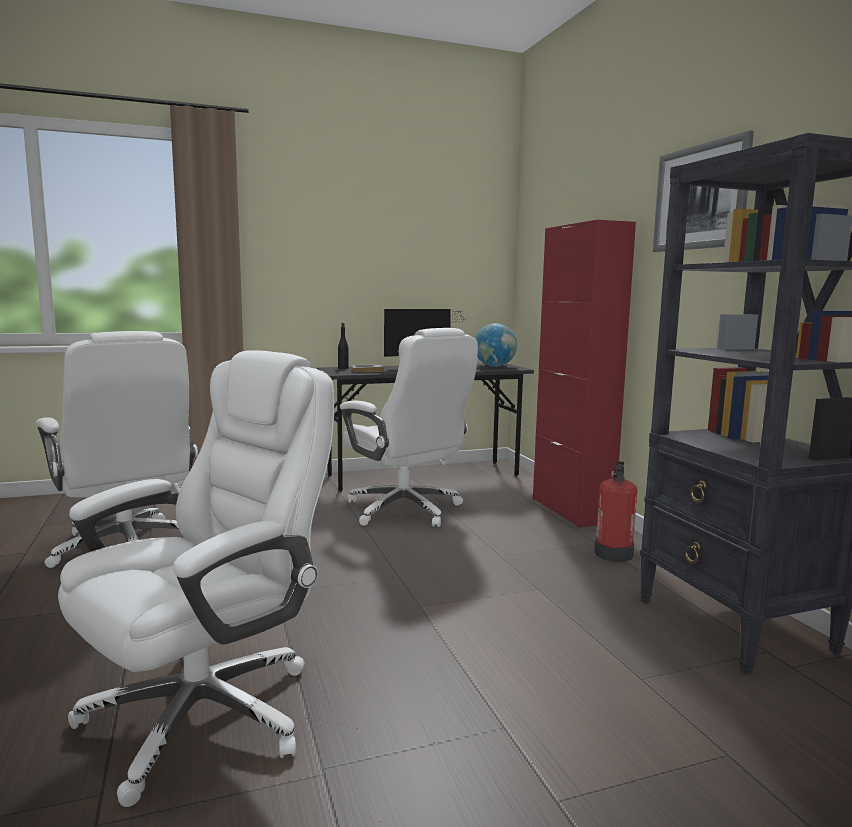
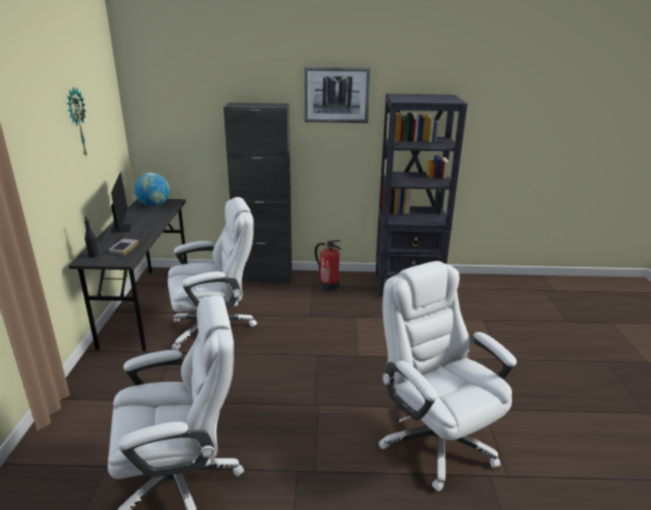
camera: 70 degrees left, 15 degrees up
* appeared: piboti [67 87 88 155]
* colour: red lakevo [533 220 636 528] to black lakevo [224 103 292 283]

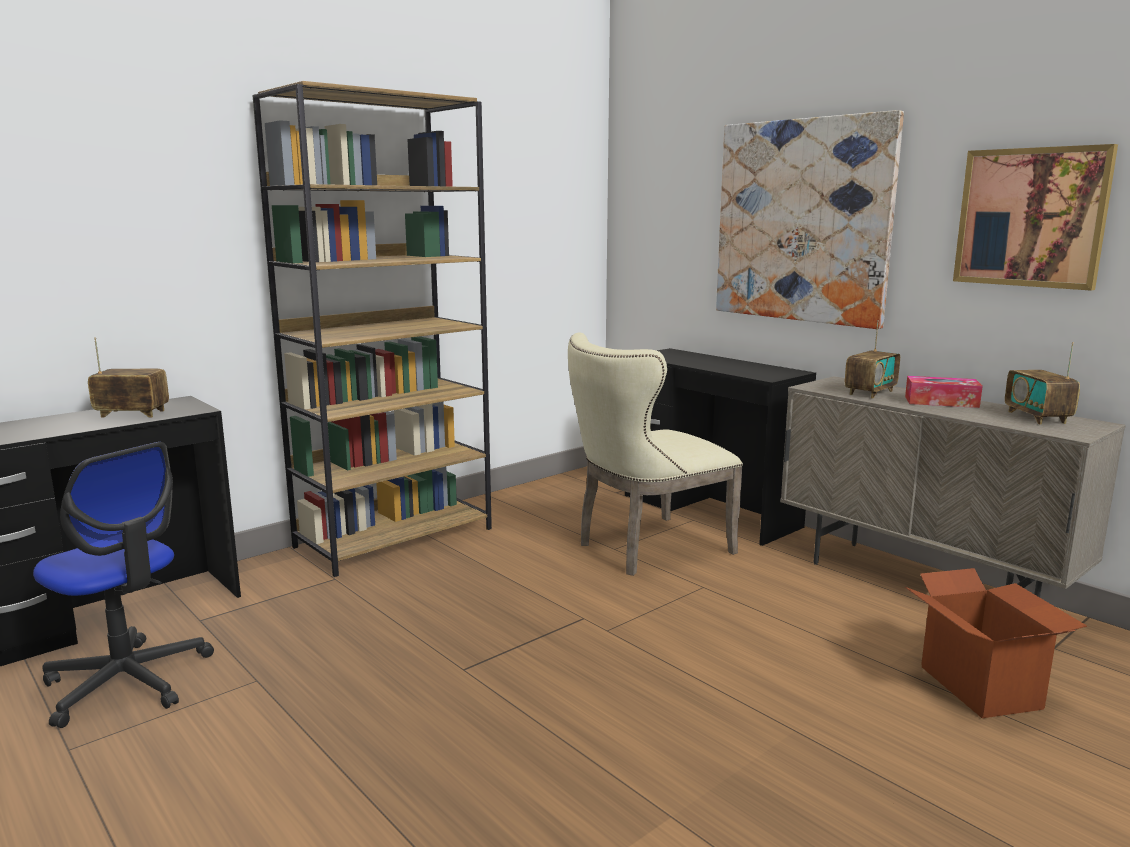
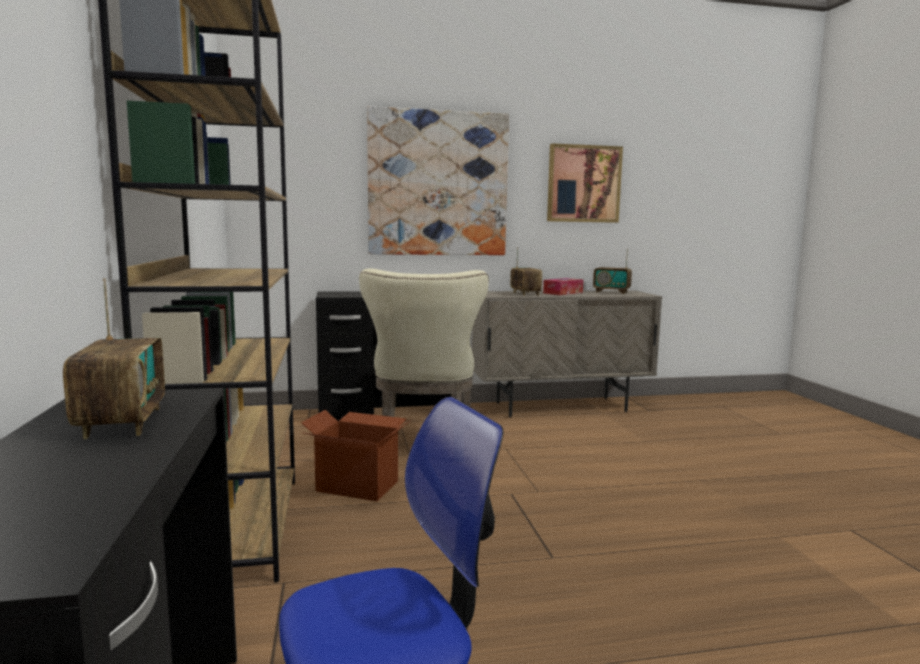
camera: 60 degrees left, 5 degrees down
* spun: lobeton [88 337 169 417] = [63 278 165 439] 135 degrees clockwise
* relocated: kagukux [905 568 1087 718] to [301 410 411 501]

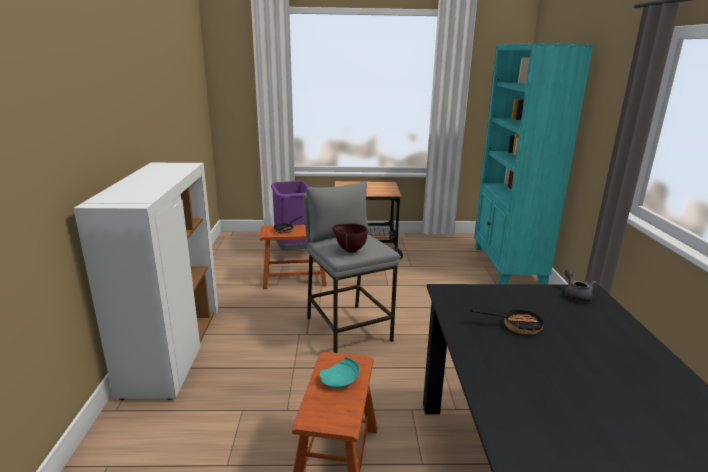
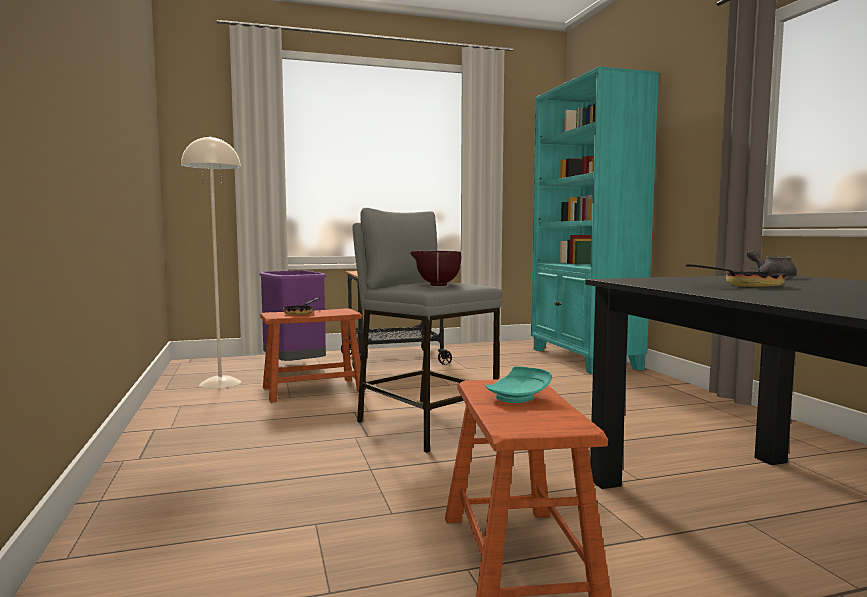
camera: 15 degrees left, 15 degrees down
* appeared: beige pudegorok [181 136 241 389]
* missing: white lakevo [73 163 218 400]

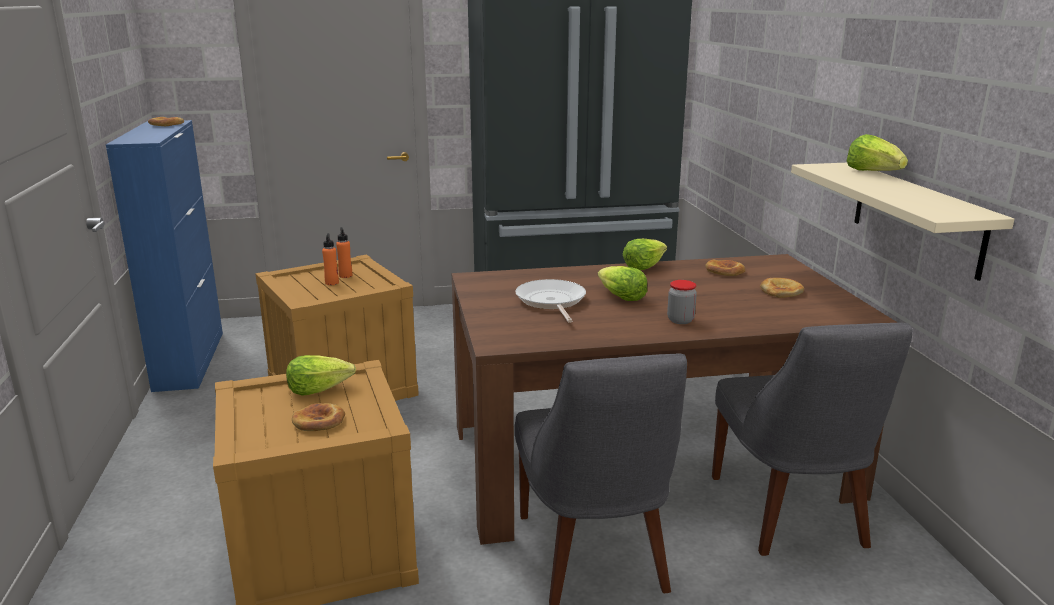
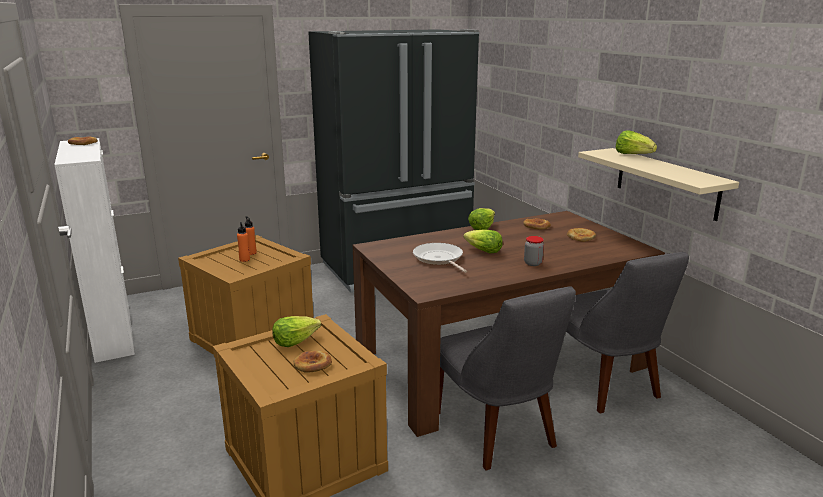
camera: 15 degrees left, 0 degrees up
* colour: blue lakevo [106 120 223 392] to white lakevo [54 138 135 363]

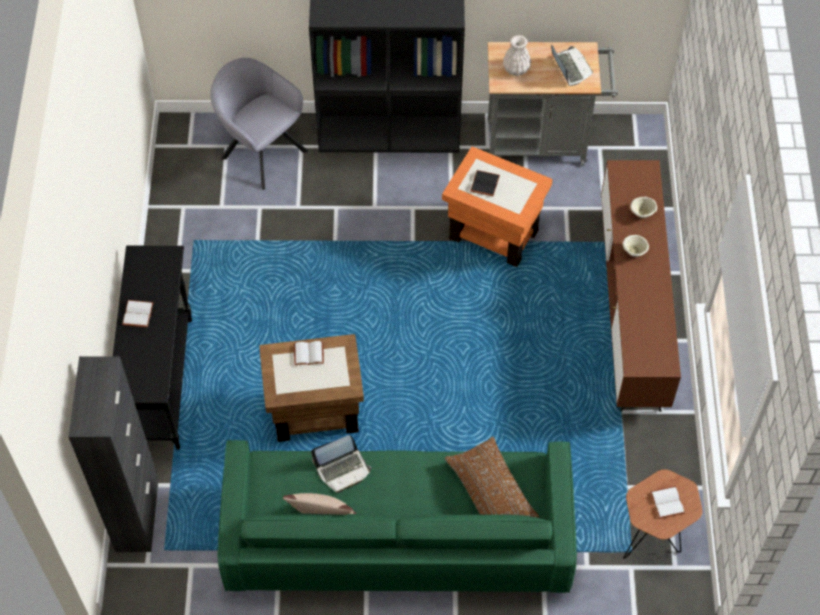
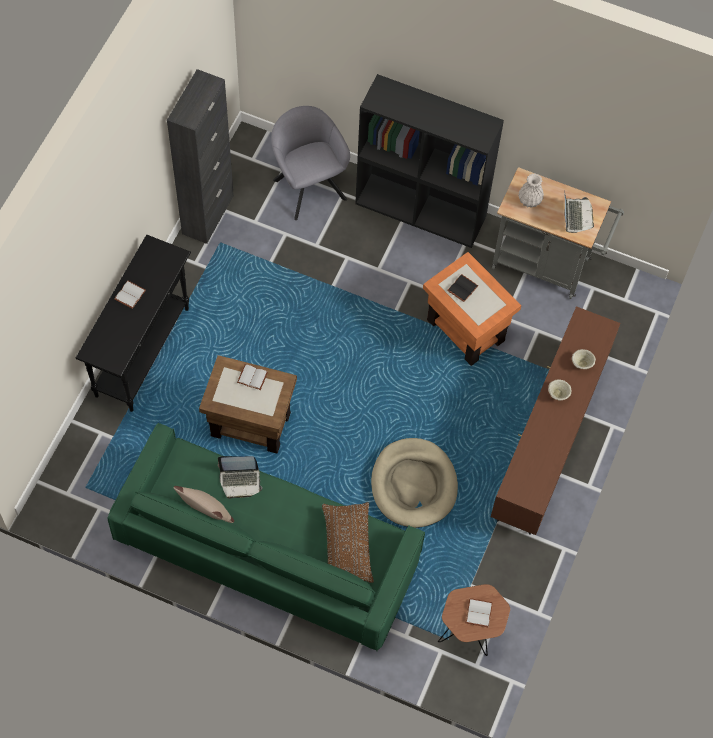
camera: 20 degrees right, 5 degrees up
* relocated: black lakevo [68 356 159 552] to [167 69 234 244]
* appeared: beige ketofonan [371 438 458 528]

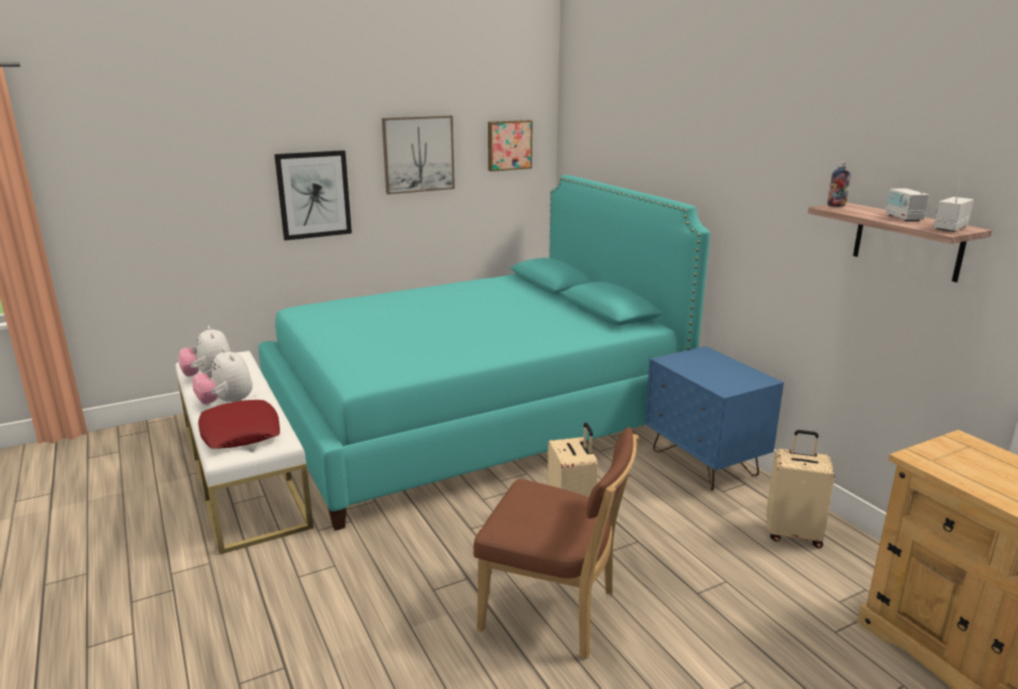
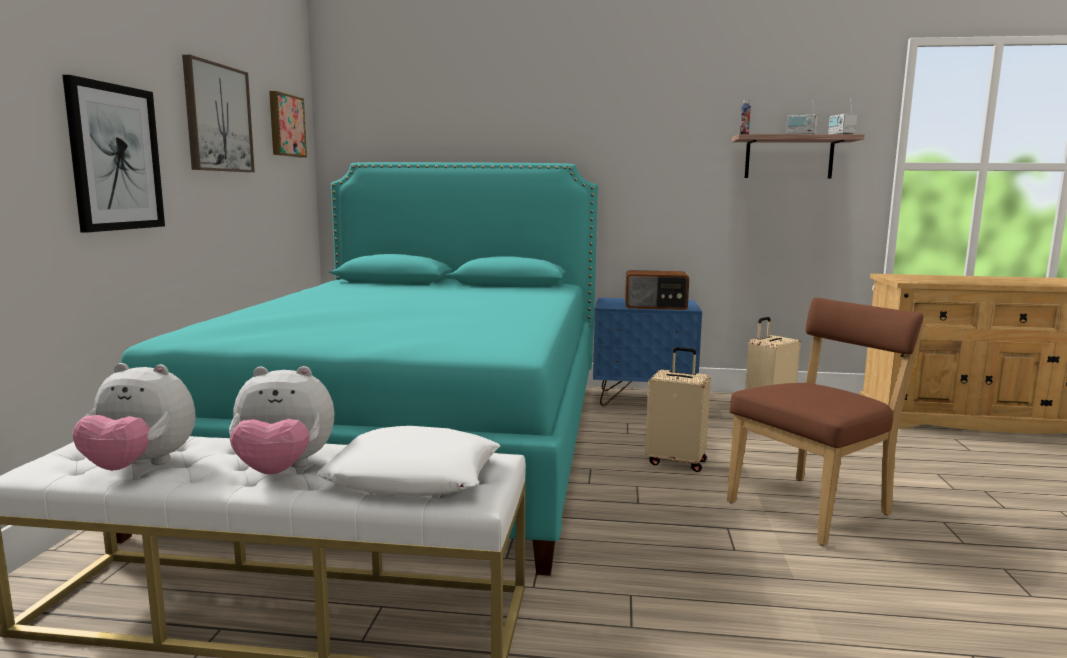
camera: 55 degrees left, 10 degrees down
* colour: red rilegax [198 400 280 449] to white rilegax [317 426 500 497]
* appeared: lobeton [625 270 689 310]

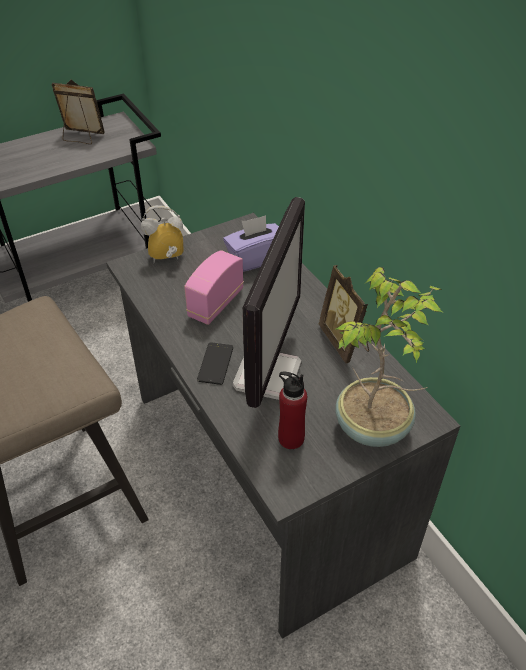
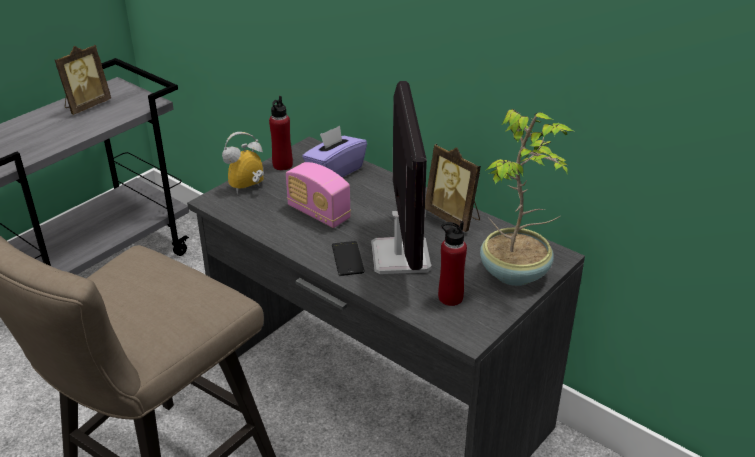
camera: 20 degrees left, 10 degrees down
* spun: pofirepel [51 80 105 144] = [54 45 111 115] 135 degrees clockwise
* appeared: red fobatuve [269 96 293 170]
* spun: lobeton [184 250 244 325] = [286 162 351 228] 60 degrees counterclockwise

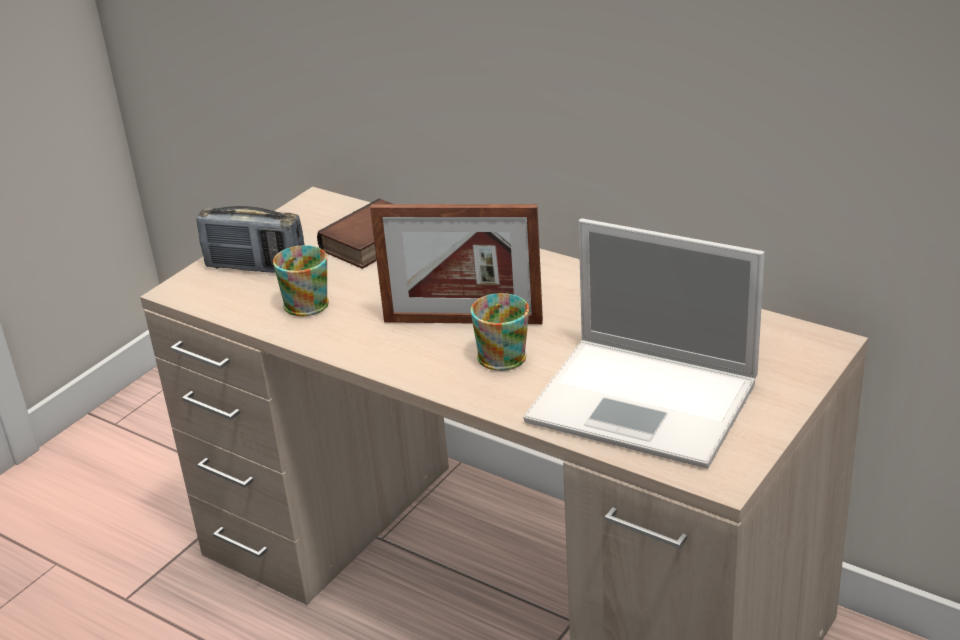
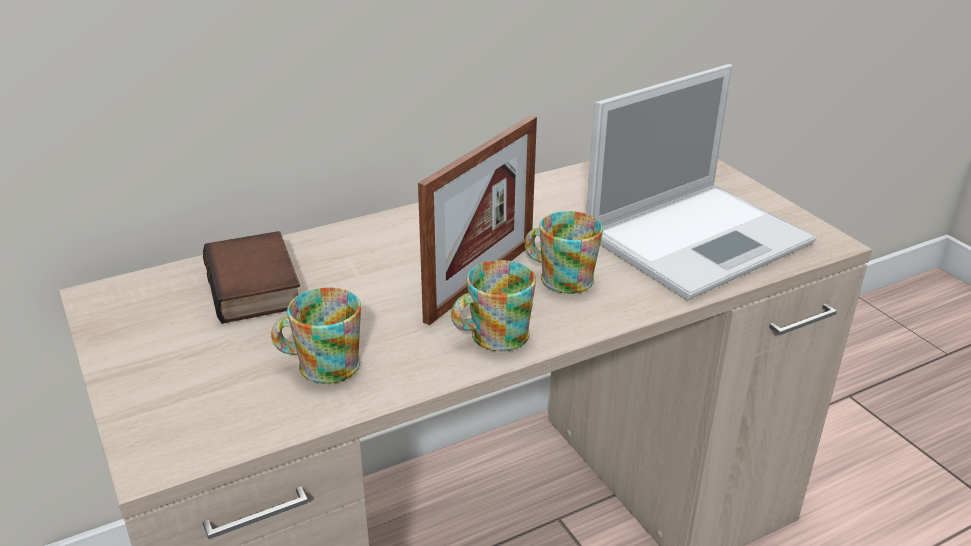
camera: 65 degrees left, 0 degrees up
* appeared: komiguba [451 260 536 351]
* missing: lobeton [196 206 305 273]

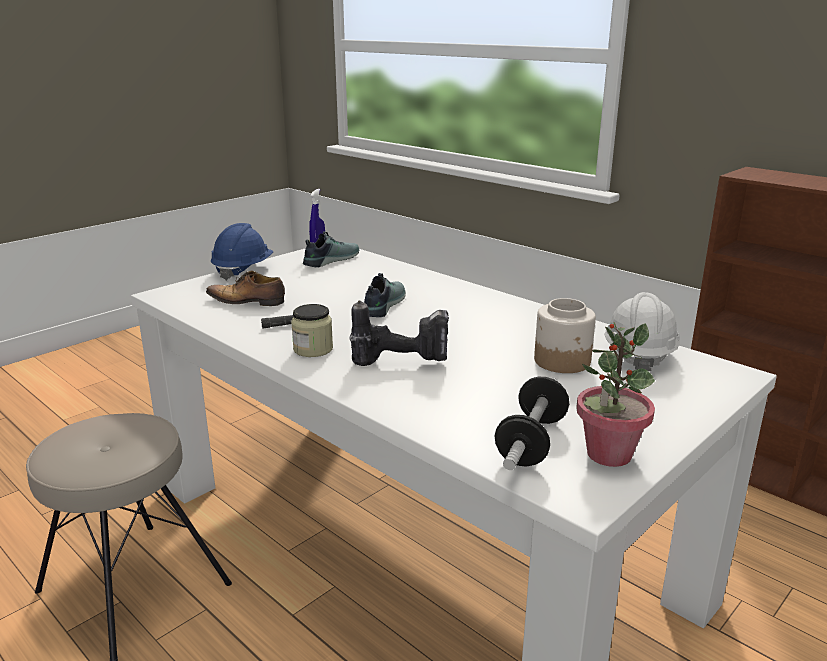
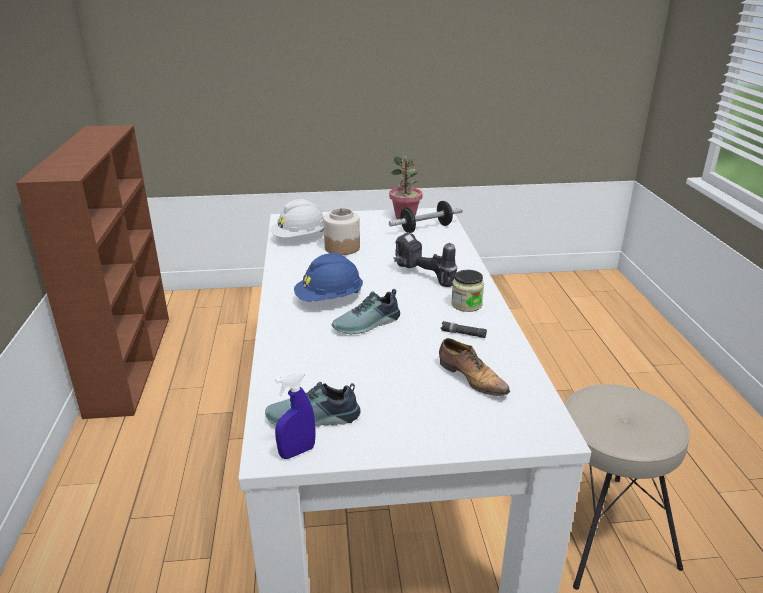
camera: 140 degrees left, 5 degrees up
* relocated: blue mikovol [211 223 274 281] to [294 253 363 302]

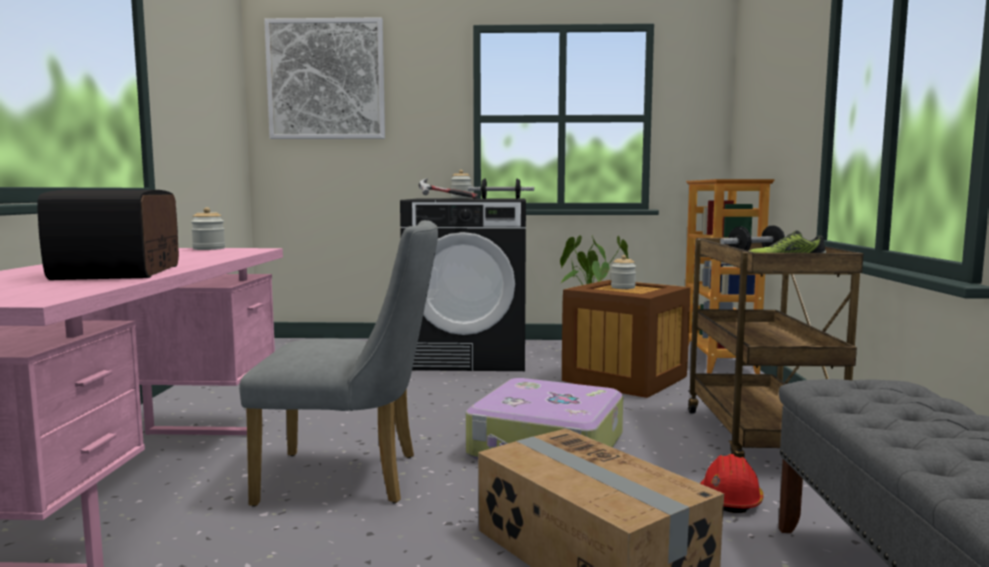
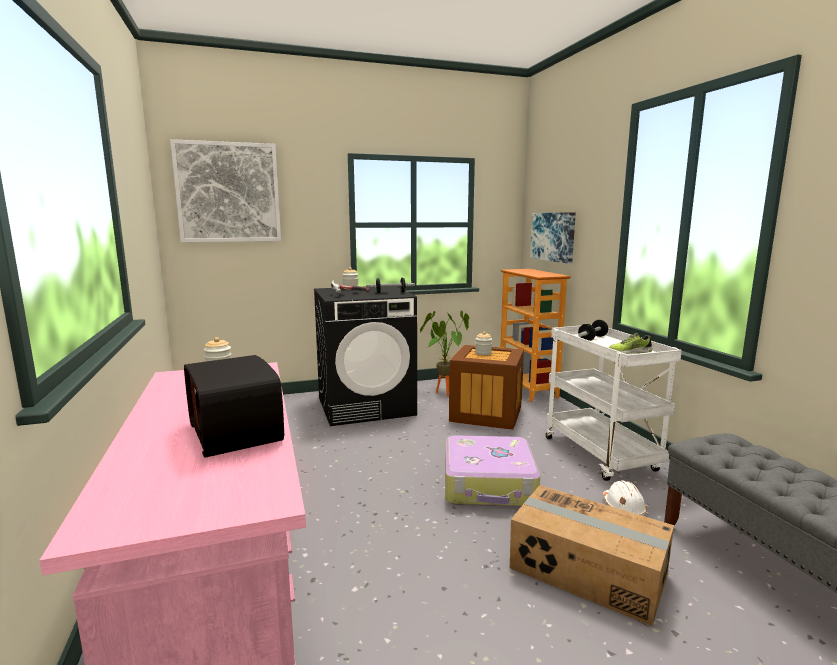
camera: 20 degrees left, 5 degrees up
* appeared: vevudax [530 212 576 264]
* colour: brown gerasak [688 238 863 458] to white gerasak [546 326 682 481]
* colour: red mikovol [700 454 764 513] to white mikovol [603 480 647 516]
* missing: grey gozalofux [239 220 438 507]

